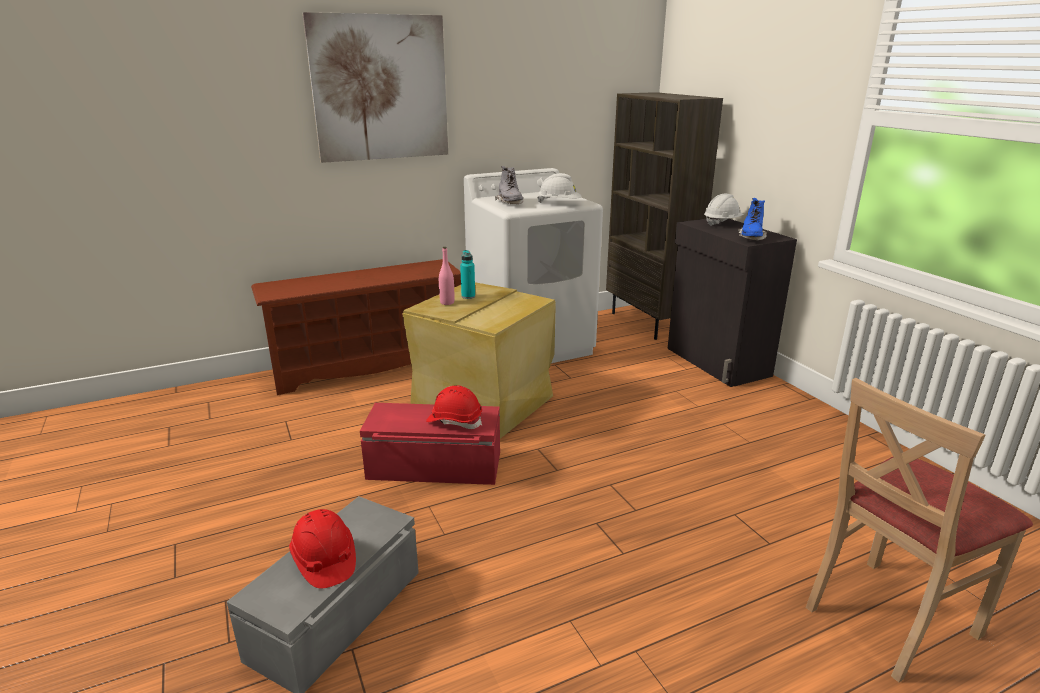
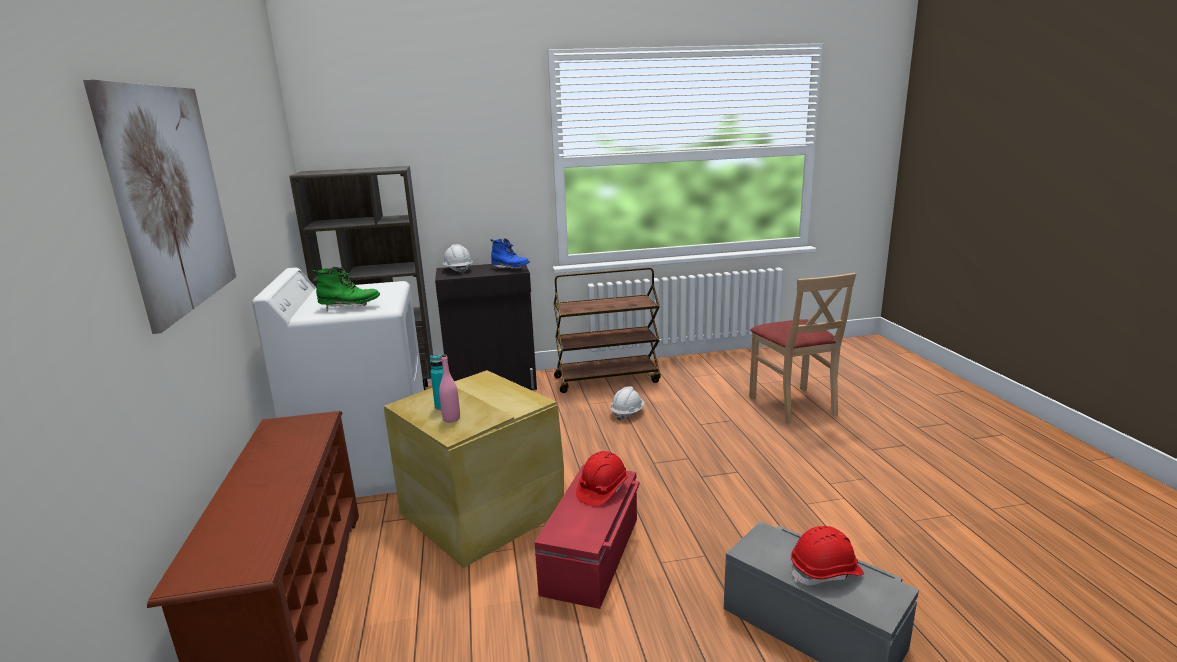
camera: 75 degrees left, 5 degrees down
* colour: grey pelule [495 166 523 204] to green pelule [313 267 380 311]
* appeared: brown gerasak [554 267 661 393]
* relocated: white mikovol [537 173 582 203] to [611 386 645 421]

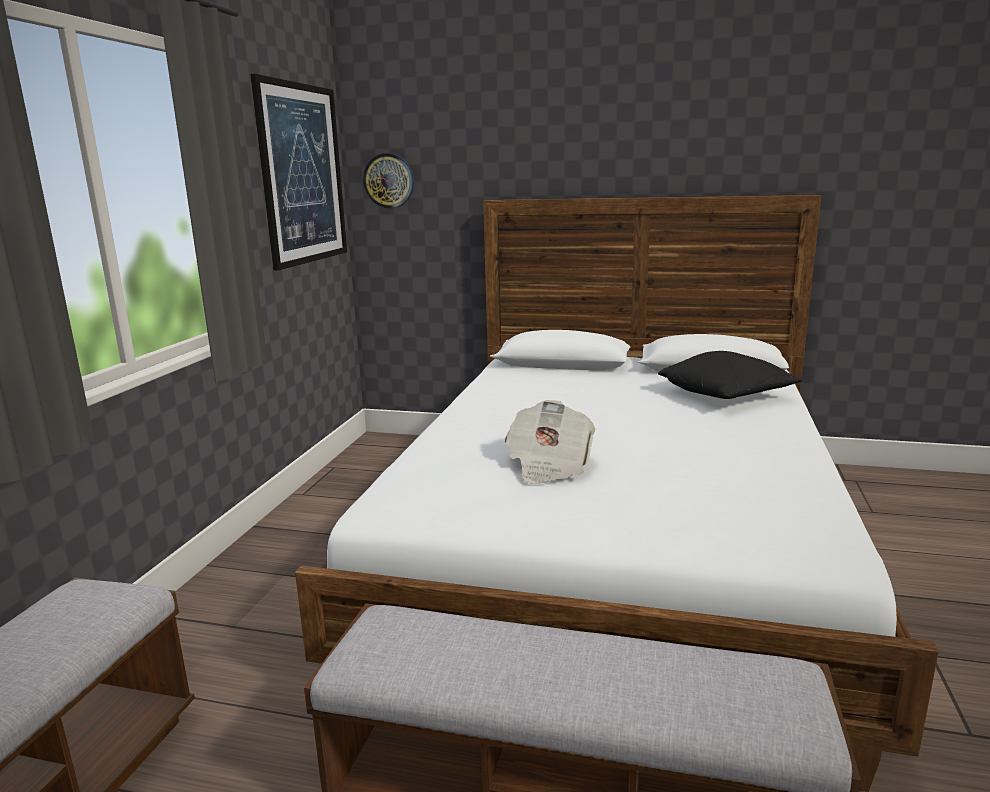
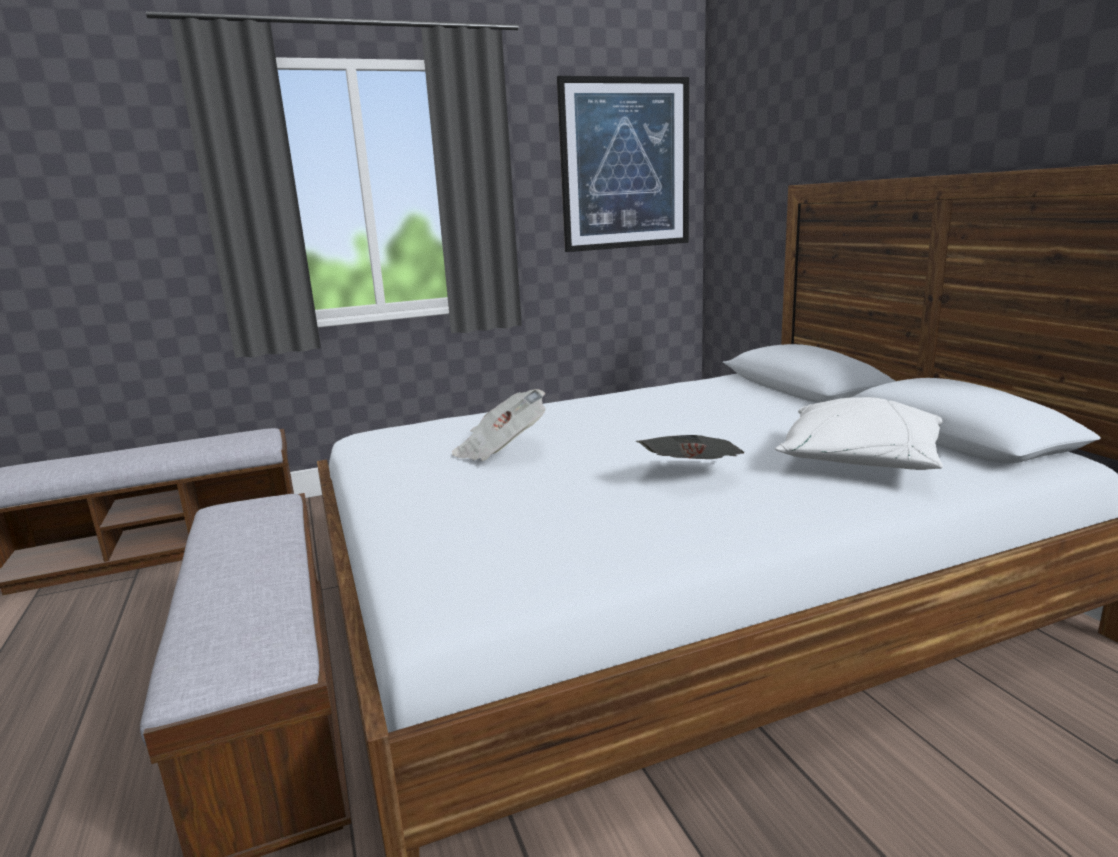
camera: 55 degrees right, 0 degrees up
* appeared: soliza [636 435 744 459]
* colour: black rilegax [658 351 802 399] to white rilegax [775 397 943 470]
* missing: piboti [363 153 414 209]

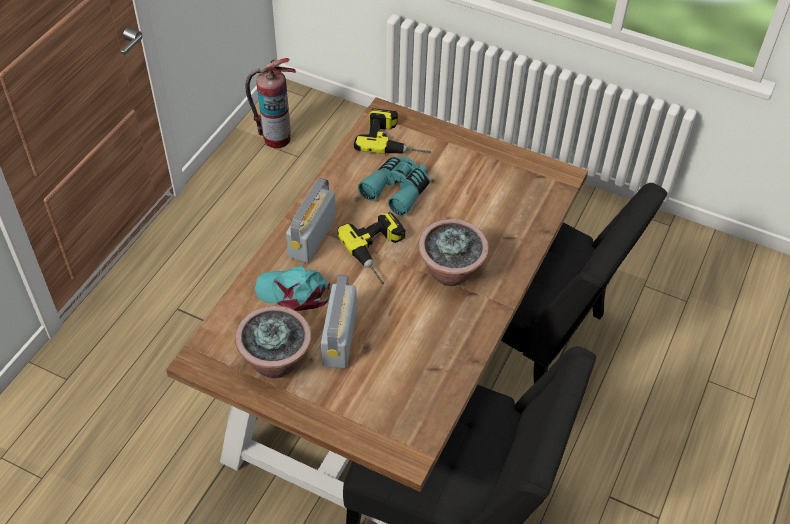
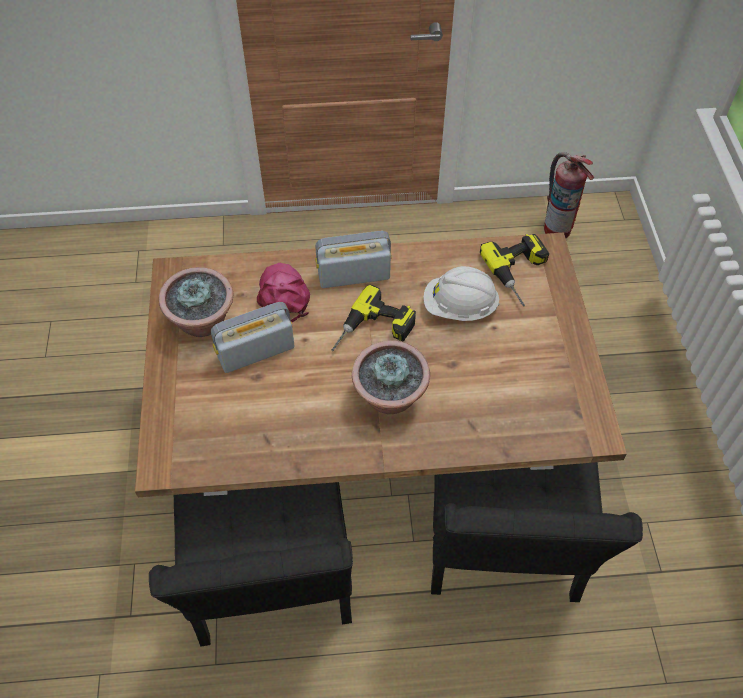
camera: 60 degrees right, 5 degrees up
* colour: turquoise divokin [254 266 330 311] to pink divokin [257 263 310 322]
* exchanged: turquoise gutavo [358 156 430 216] to white mikovol [424 266 499 321]

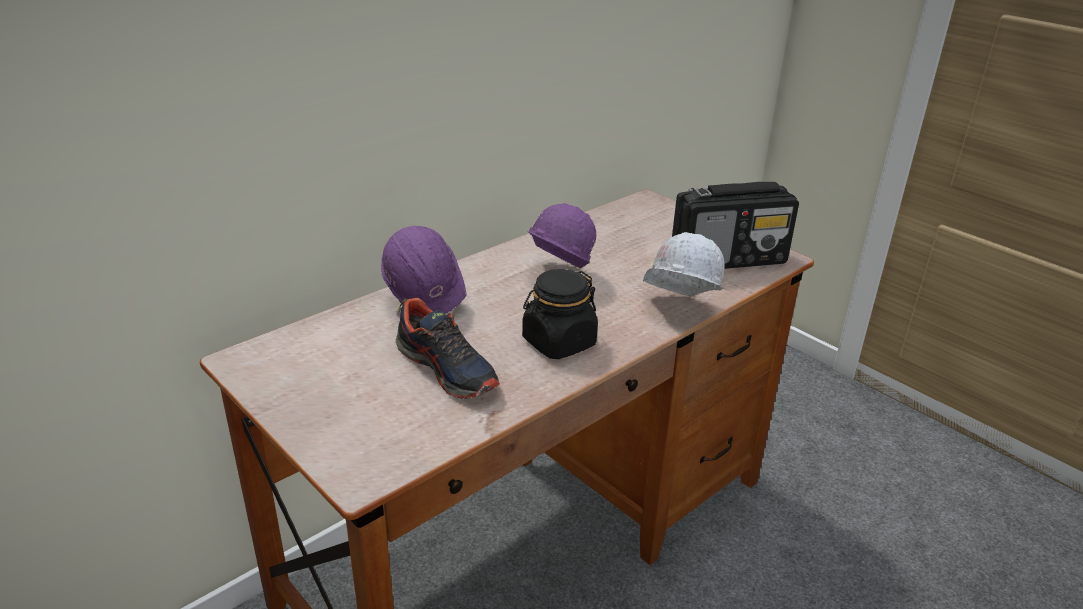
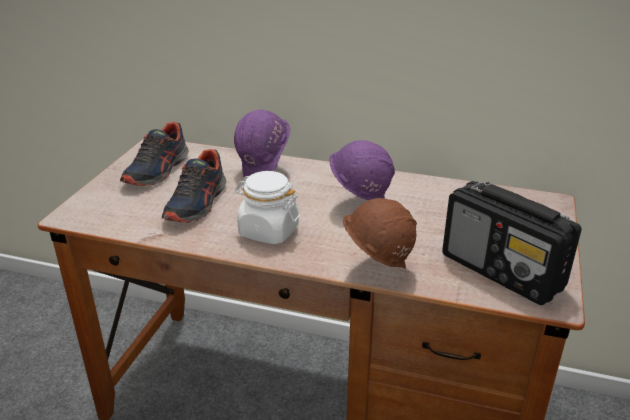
camera: 60 degrees right, 0 degrees up
* appeared: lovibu [120 122 189 186]
* colour: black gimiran [522 269 598 359] to white gimiran [235 171 300 245]
* colour: white mikovol [643 232 725 297] to brown mikovol [343 198 417 269]

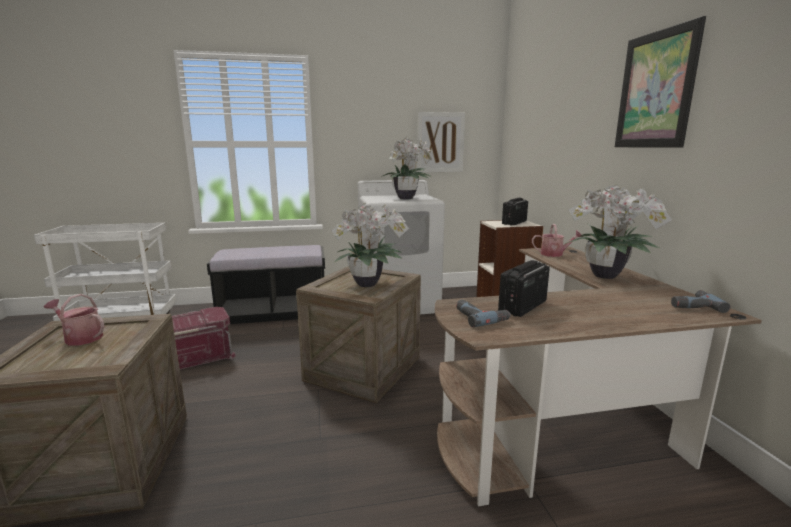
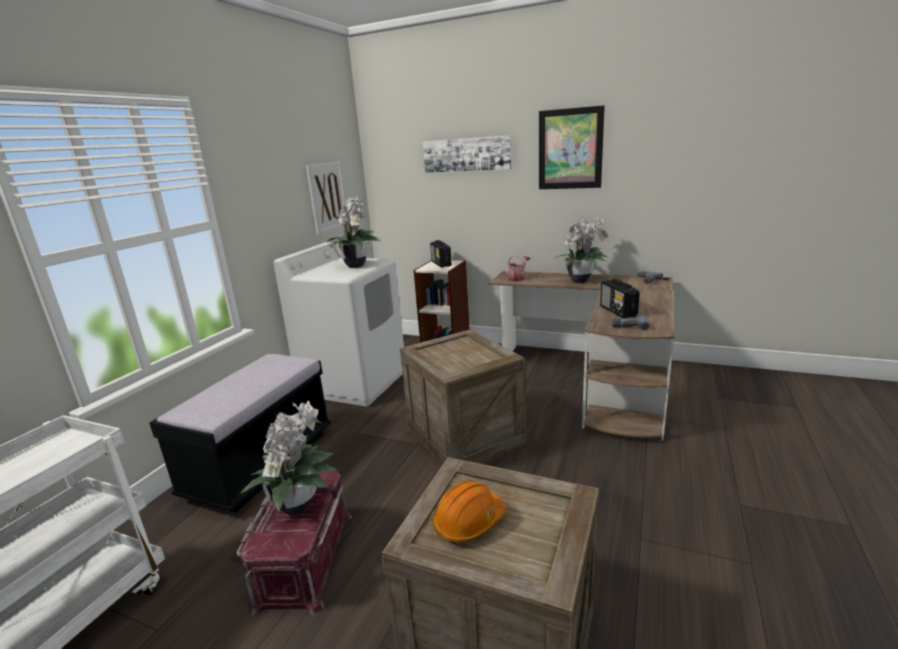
camera: 55 degrees left, 5 degrees up
* relocated: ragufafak [331 203 409 287] to [239 401 337 515]
* appeared: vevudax [423 135 511 173]
* exchanged: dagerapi [44 294 105 346] to orange mikovol [432 480 506 542]

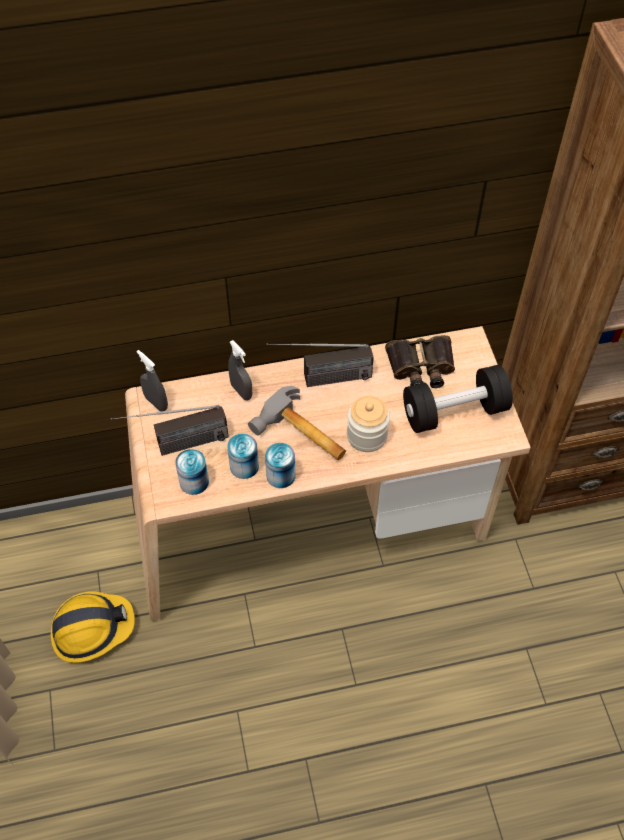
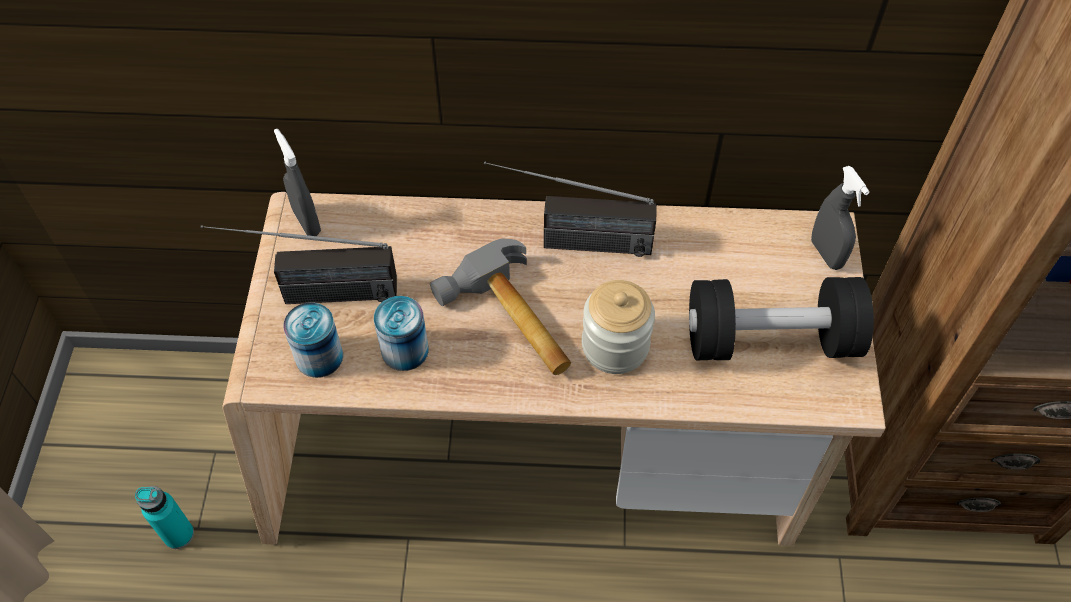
camera: 15 degrees right, 0 degrees up
* exchanged: mikovol [51 591 135 663] to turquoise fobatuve [135 486 194 549]
* relocated: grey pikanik [228 340 252 400] to [811 166 869 270]
* missing: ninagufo [265 443 296 488]
* missing: gutavo [385 335 455 388]

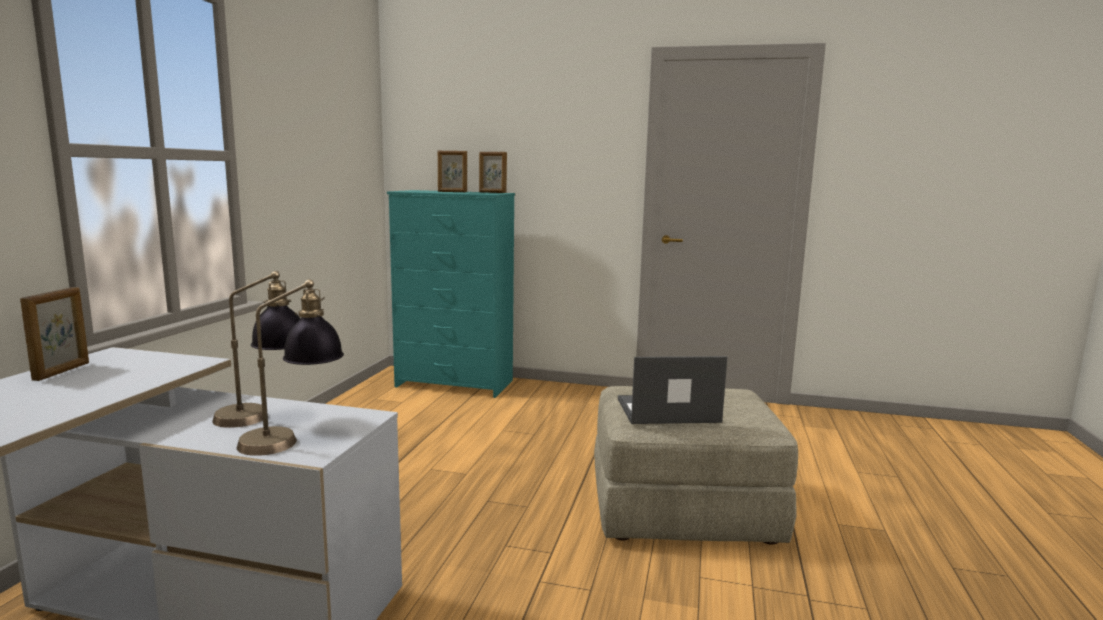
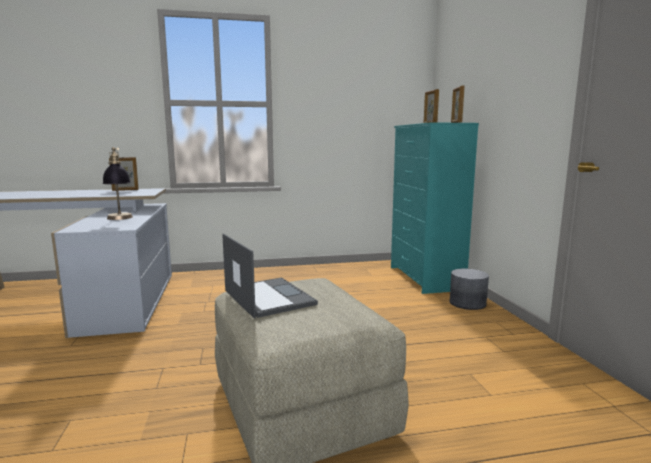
camera: 65 degrees right, 0 degrees up
* appeared: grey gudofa [450 268 489 310]
* missing: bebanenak [237 279 344 456]

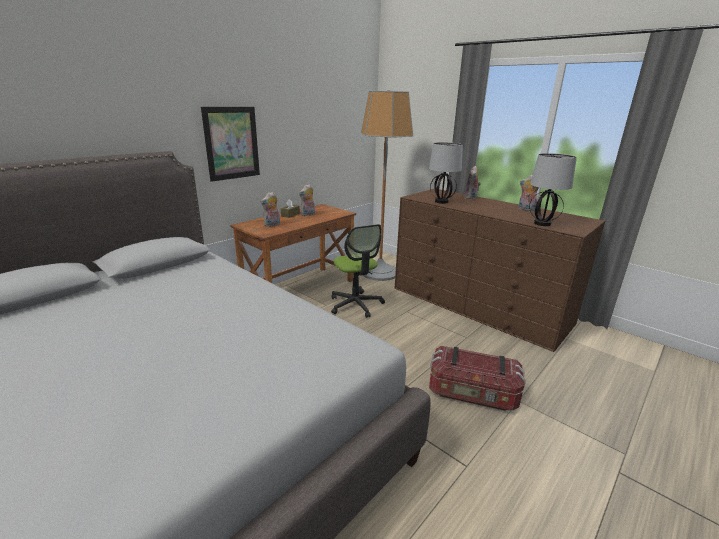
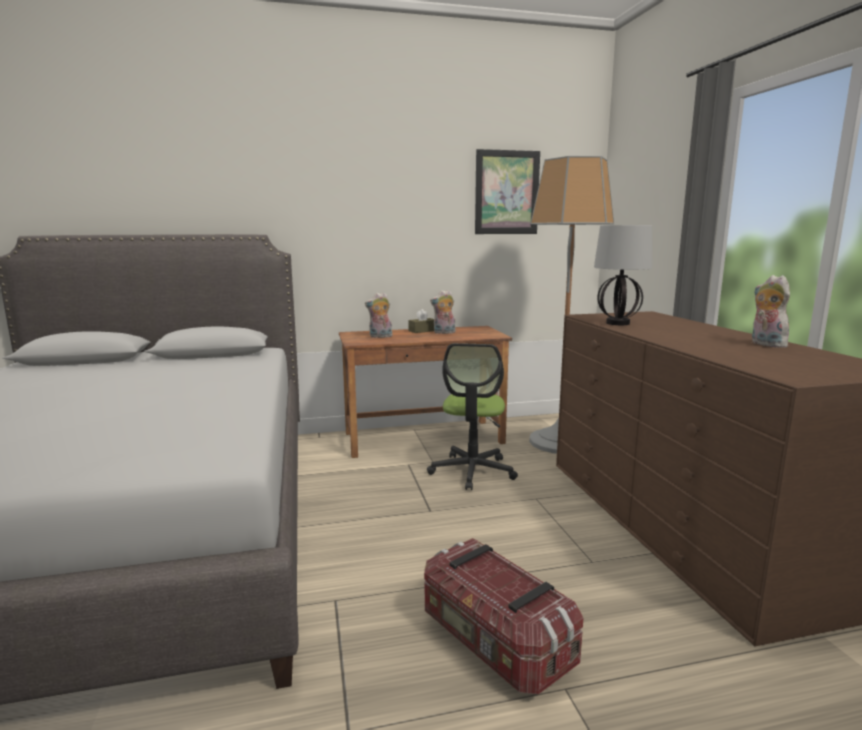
camera: 35 degrees right, 10 degrees down
* relocated: vevudax [201 107 260 182] to [475 149 540 234]
* missing: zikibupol [464 166 480 199]
* missing: bebanenak [529 153 577 226]

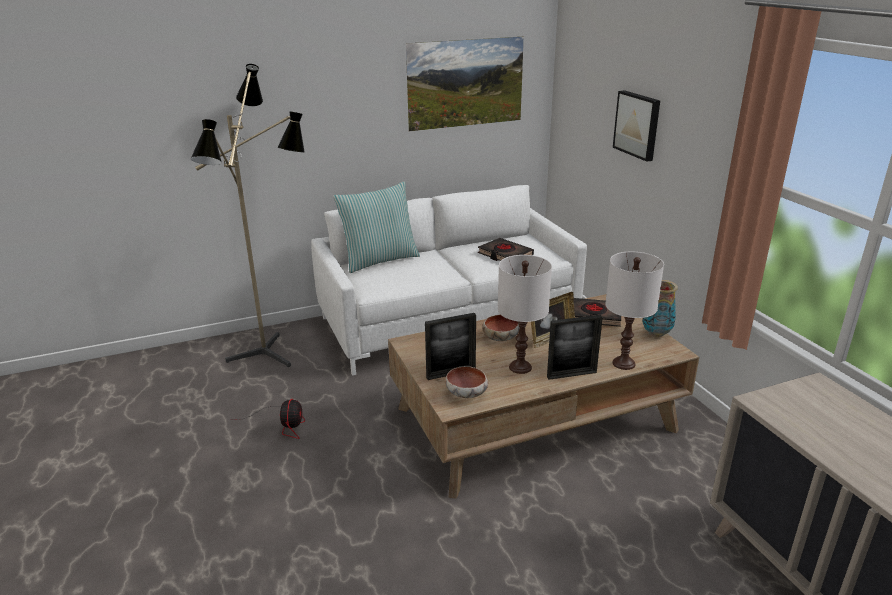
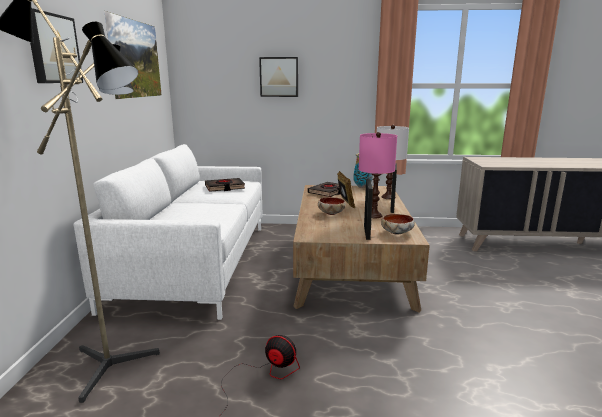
camera: 65 degrees left, 10 degrees down
* appeared: vevudax [30 8 83 83]
* colour: white bebanenak [498 255 552 374] to pink bebanenak [359 132 397 218]
* missing: rilegax [333 181 420 273]

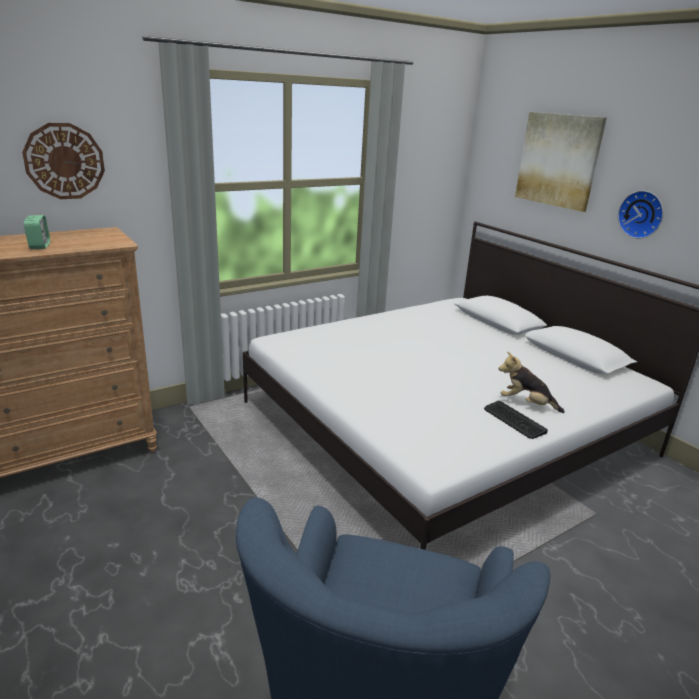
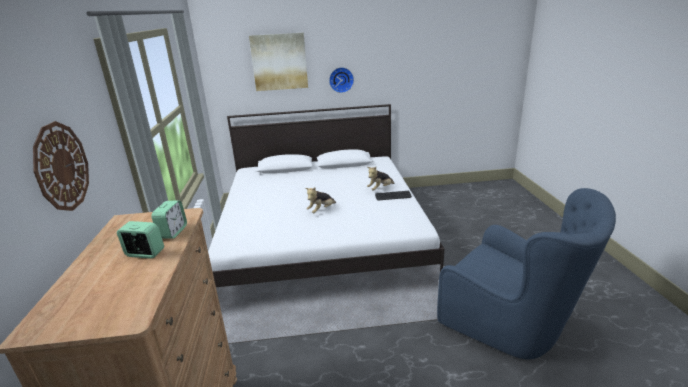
camera: 60 degrees left, 0 degrees up
* appeared: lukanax [151 201 187 239]
* appeared: zikibupol [306 187 336 213]

